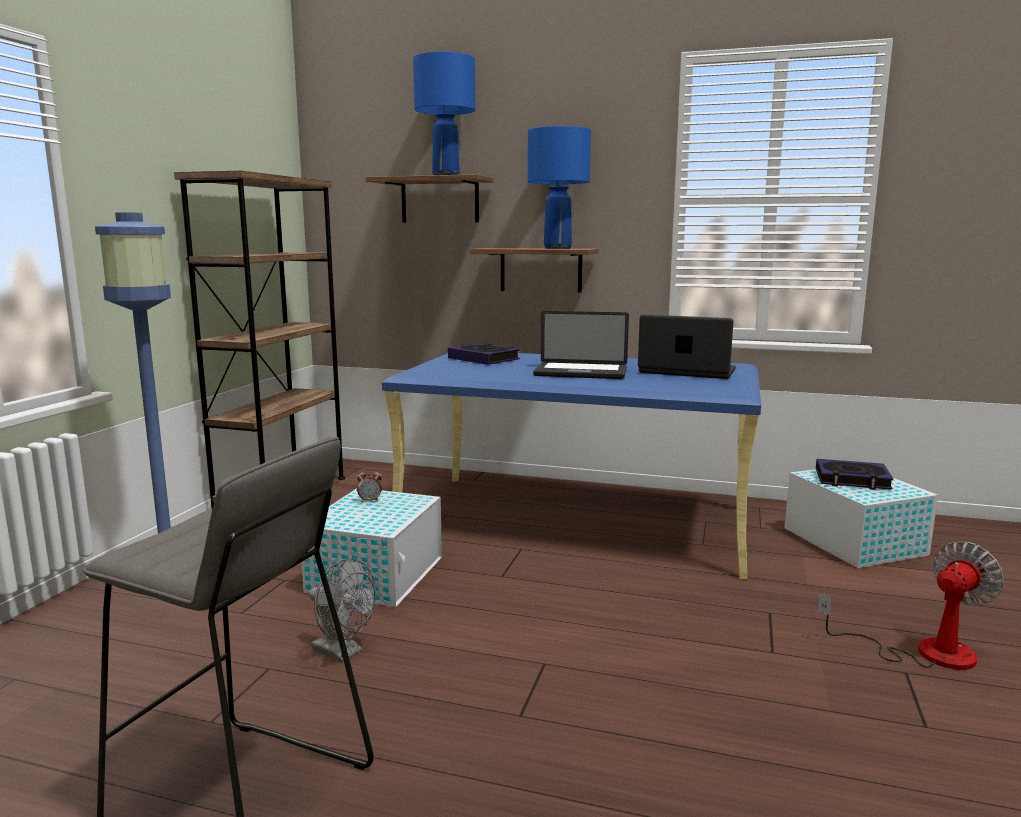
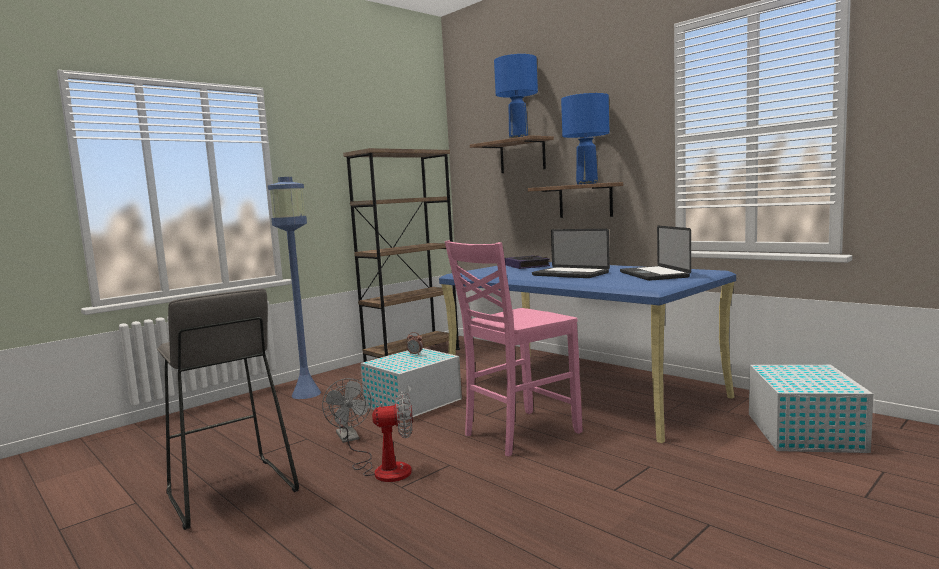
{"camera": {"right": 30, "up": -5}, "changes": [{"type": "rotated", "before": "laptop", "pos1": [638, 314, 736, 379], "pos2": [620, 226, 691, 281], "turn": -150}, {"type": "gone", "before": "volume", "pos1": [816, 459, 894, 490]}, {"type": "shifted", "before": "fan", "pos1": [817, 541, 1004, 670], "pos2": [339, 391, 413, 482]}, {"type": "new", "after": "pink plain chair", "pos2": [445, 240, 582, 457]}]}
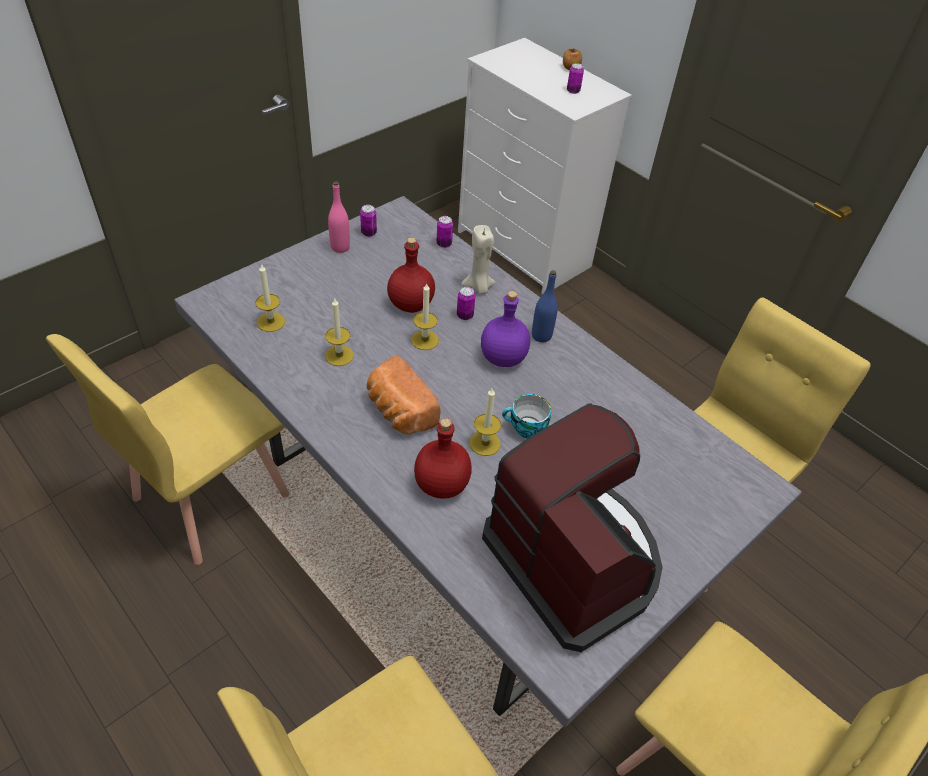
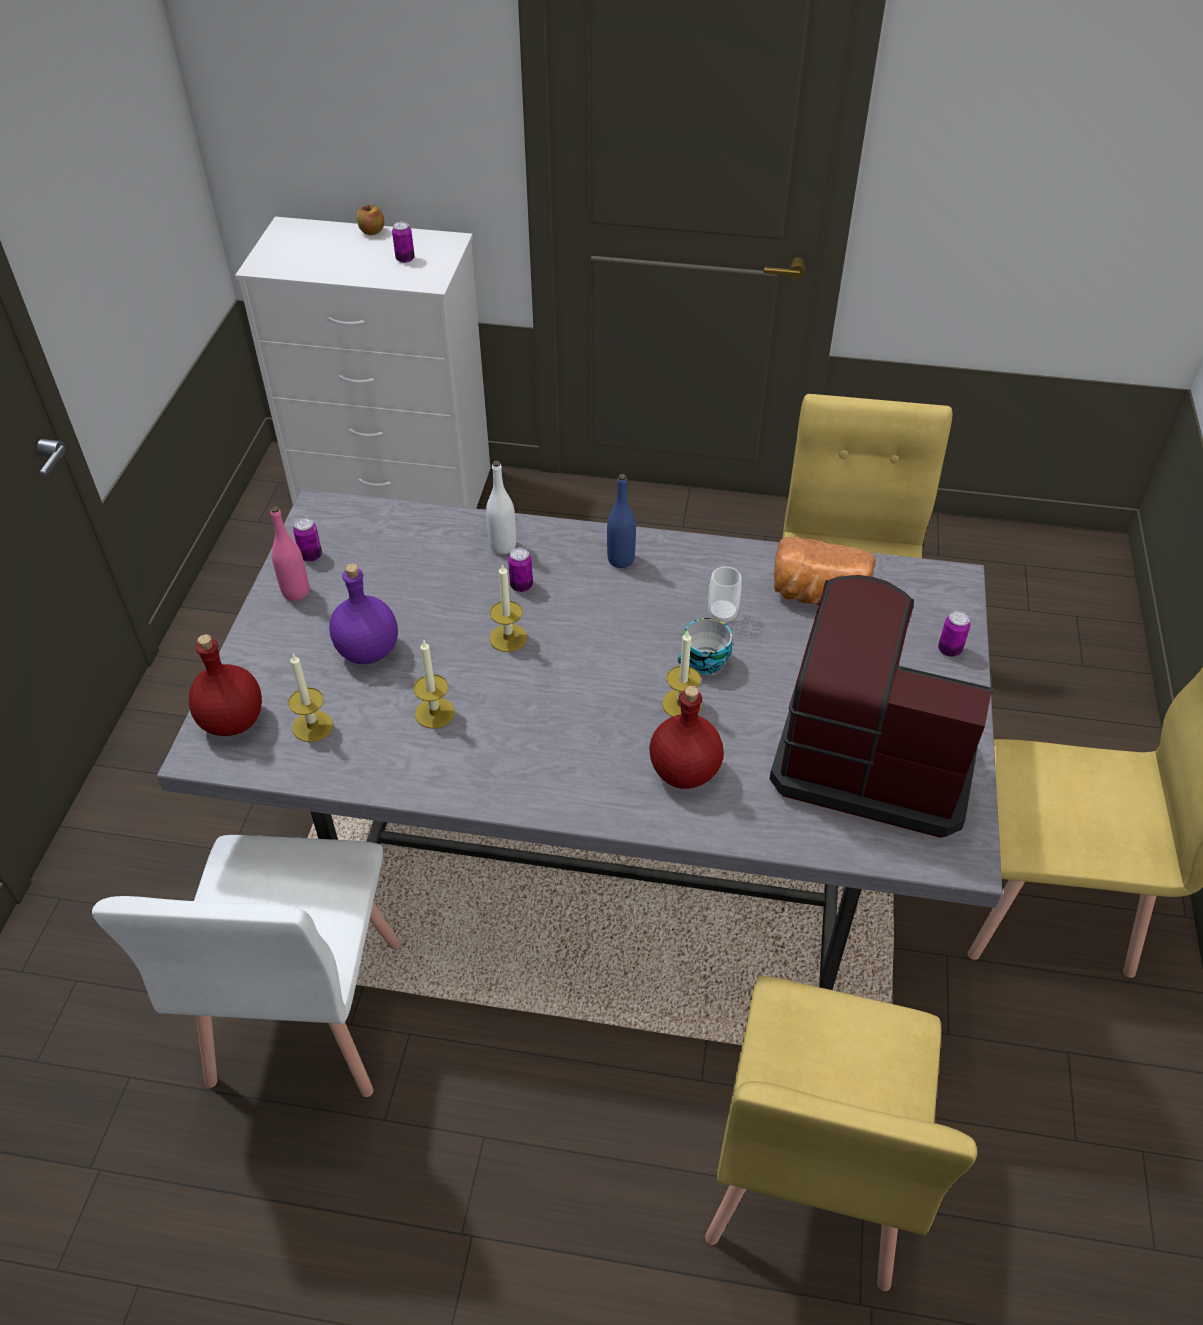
{"camera": {"right": -35, "up": 0}, "changes": [{"type": "repainted", "before": "yellow-coloured plain chair", "after": "white-coloured plain chair", "pos1": [46, 334, 290, 565], "pos2": [92, 835, 400, 1097]}, {"type": "shifted", "before": "baked bread", "pos1": [367, 356, 441, 434], "pos2": [774, 537, 876, 606]}, {"type": "shifted", "before": "red-coloured beverage bottle", "pos1": [387, 237, 435, 313], "pos2": [189, 634, 262, 736]}, {"type": "shifted", "before": "sealed can", "pos1": [436, 216, 453, 248], "pos2": [938, 611, 970, 657]}, {"type": "swapped", "before": "beige-coloured candle", "after": "white-coloured beverage bottle", "pos1": [461, 225, 496, 294], "pos2": [486, 461, 516, 554]}, {"type": "shifted", "before": "purple beverage bottle", "pos1": [481, 291, 530, 367], "pos2": [329, 563, 398, 664]}, {"type": "new", "after": "cup", "pos2": [708, 566, 741, 623]}]}
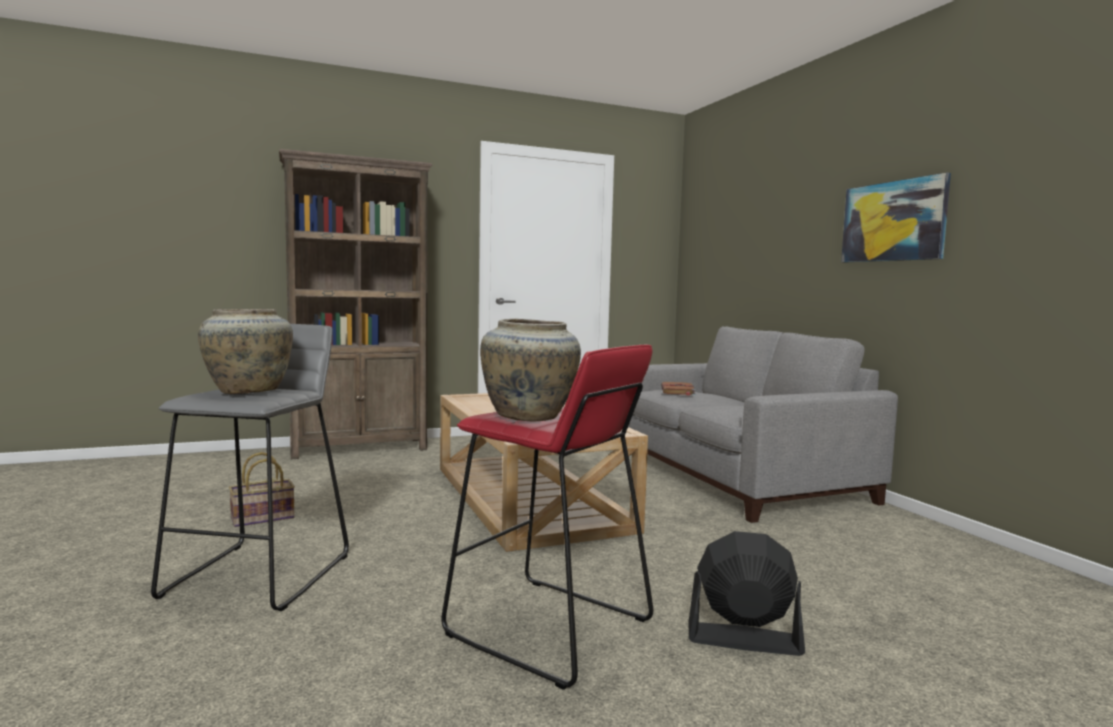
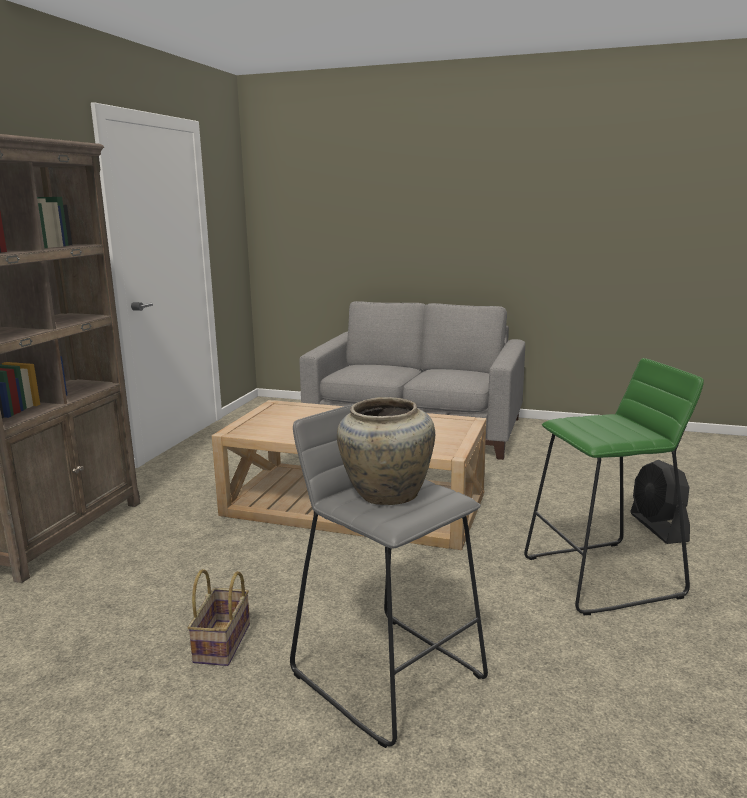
{"camera": {"right": -50, "up": 10}, "changes": [{"type": "repainted", "before": "red-coloured stool", "after": "greenish stool", "pos1": [441, 345, 653, 690], "pos2": [524, 358, 704, 615]}, {"type": "gone", "before": "beige-coloured decorative vase", "pos1": [480, 319, 581, 421]}, {"type": "gone", "before": "brown volume", "pos1": [661, 382, 696, 396]}, {"type": "rotated", "before": "black fan", "pos1": [689, 531, 805, 656], "pos2": [630, 460, 690, 544], "turn": -60}, {"type": "gone", "before": "picture", "pos1": [841, 173, 951, 262]}]}
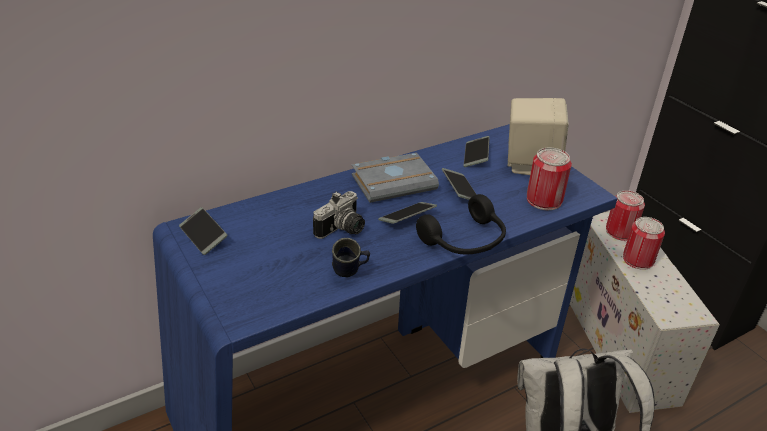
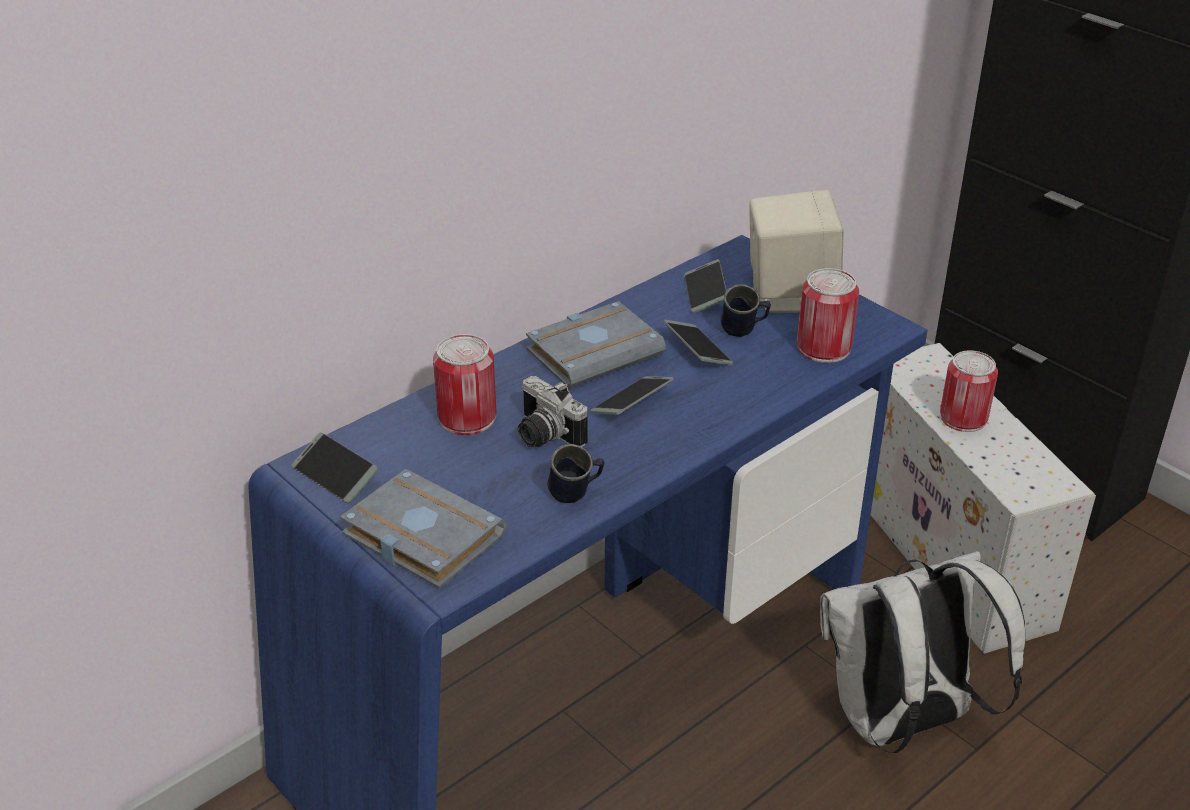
{"camera": {"right": -10, "up": 0}, "changes": [{"type": "rotated", "before": "photo camera", "pos1": [313, 191, 365, 239], "pos2": [518, 376, 588, 447], "turn": 105}, {"type": "gone", "before": "black pair of headphones", "pos1": [416, 194, 506, 255]}, {"type": "shifted", "before": "sealed can", "pos1": [606, 190, 645, 241], "pos2": [433, 334, 497, 435]}, {"type": "new", "after": "greyish volume", "pos2": [340, 469, 507, 589]}, {"type": "new", "after": "blue-coloured tea mug", "pos2": [721, 284, 771, 337]}]}
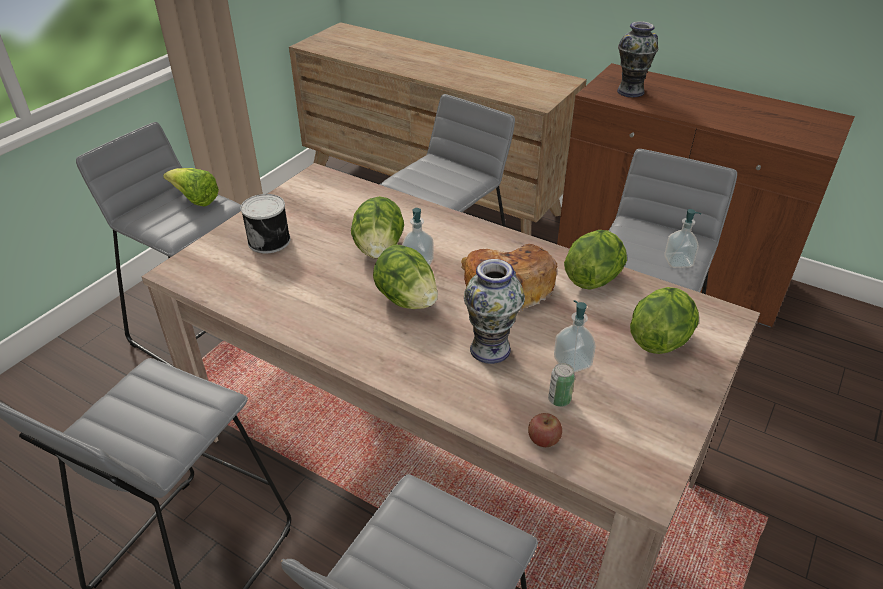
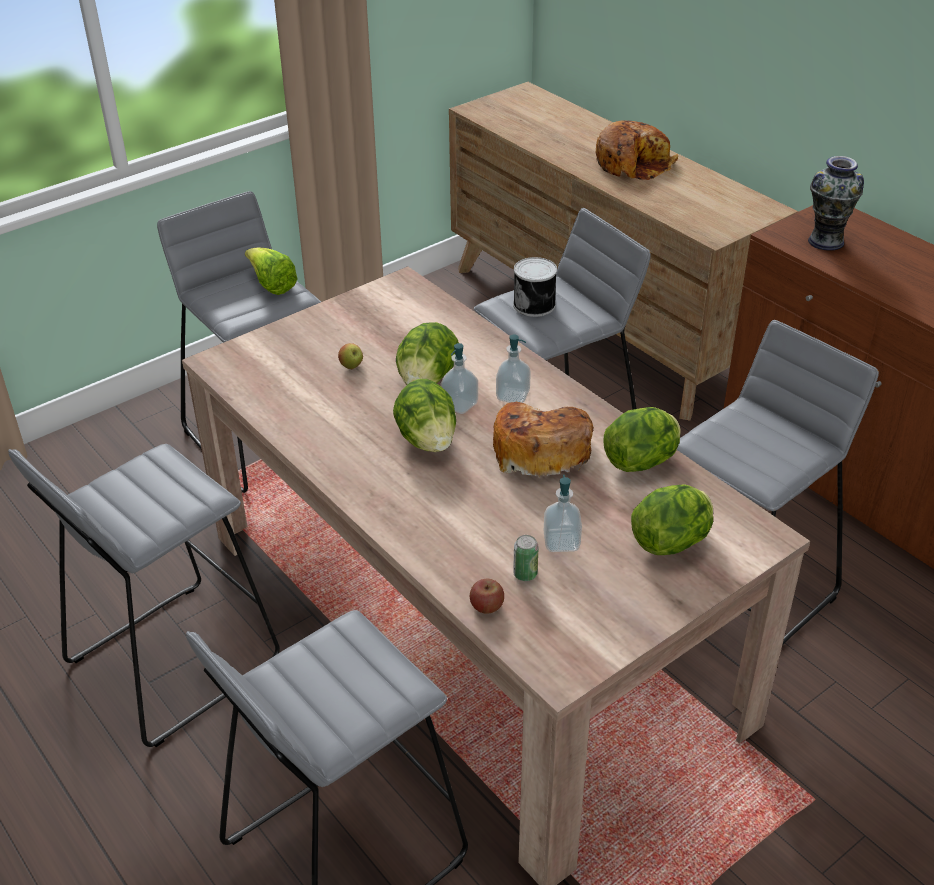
{"camera": {"right": 20, "up": 0}, "changes": [{"type": "shifted", "before": "sealed can", "pos1": [241, 194, 290, 253], "pos2": [513, 257, 557, 317]}, {"type": "gone", "before": "decorative vase", "pos1": [464, 259, 525, 364]}, {"type": "shifted", "before": "soap bottle", "pos1": [664, 209, 701, 268], "pos2": [496, 335, 531, 403]}, {"type": "new", "after": "apple fruit", "pos2": [338, 343, 363, 369]}, {"type": "new", "after": "baked bread", "pos2": [596, 120, 678, 180]}]}
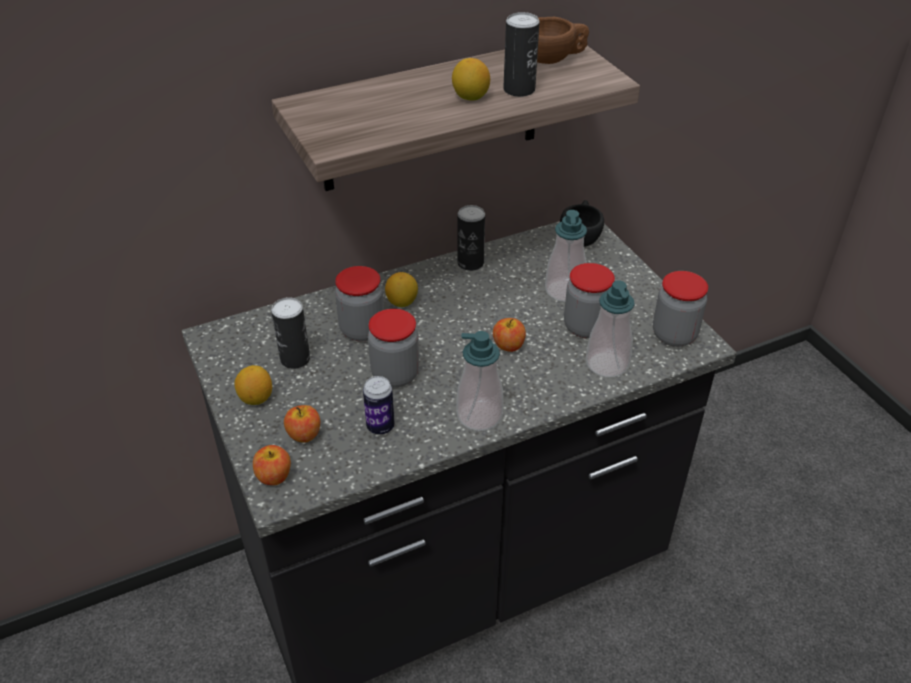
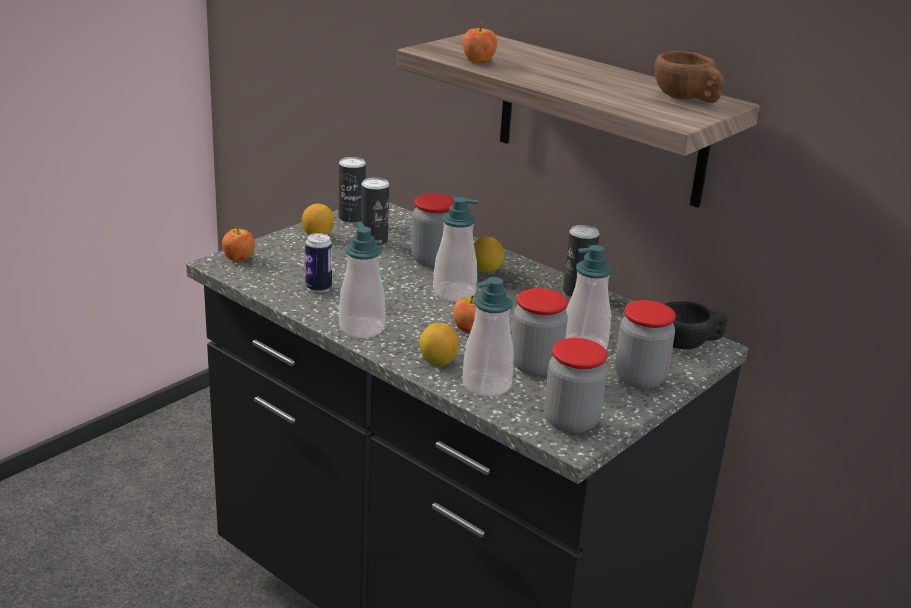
{"camera": {"right": 65, "up": -15}, "changes": [{"type": "shifted", "before": "apple fruit", "pos1": [284, 405, 320, 443], "pos2": [463, 22, 497, 63]}, {"type": "shifted", "before": "storage jar", "pos1": [368, 309, 419, 387], "pos2": [615, 300, 676, 389]}, {"type": "shifted", "before": "whole lemon", "pos1": [452, 58, 490, 100], "pos2": [420, 323, 459, 366]}, {"type": "shifted", "before": "sealed can", "pos1": [503, 12, 540, 97], "pos2": [339, 157, 366, 223]}, {"type": "new", "after": "soap bottle", "pos2": [433, 197, 478, 302]}]}
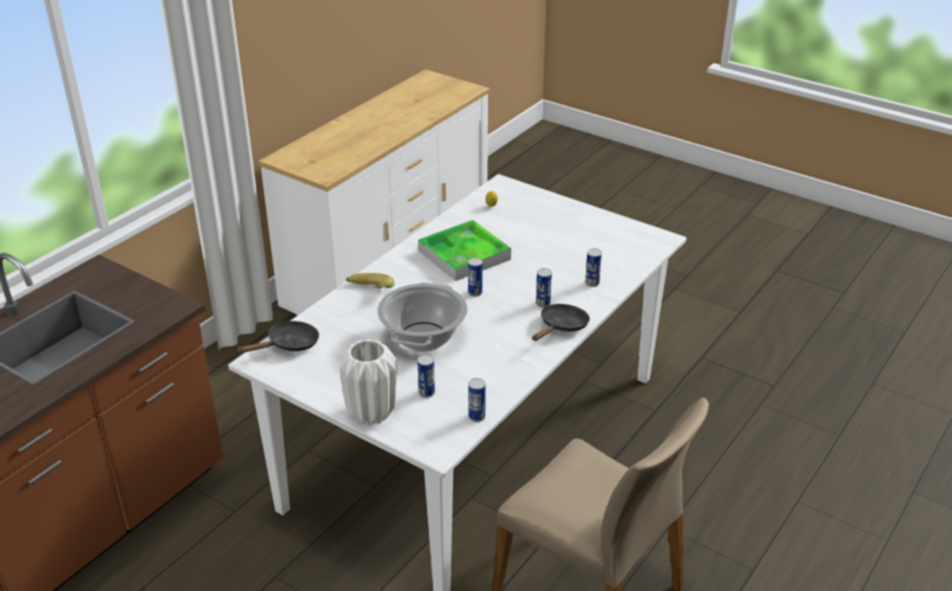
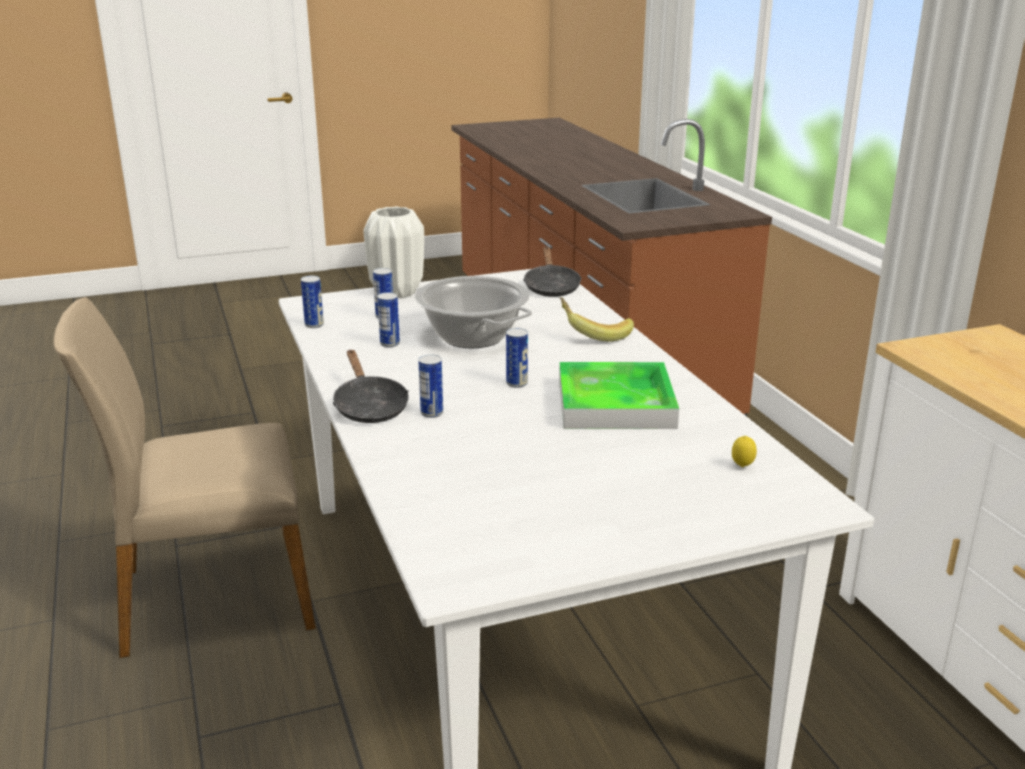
{"camera": {"right": 125, "up": -10}, "changes": [{"type": "shifted", "before": "sealed can", "pos1": [585, 249, 602, 287], "pos2": [377, 292, 400, 347]}]}
